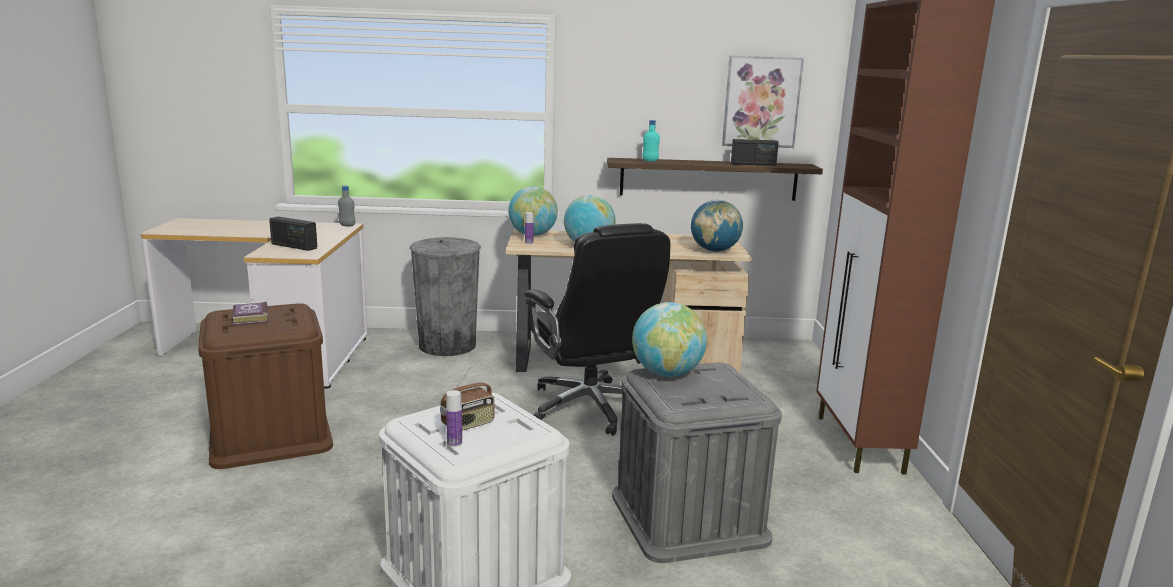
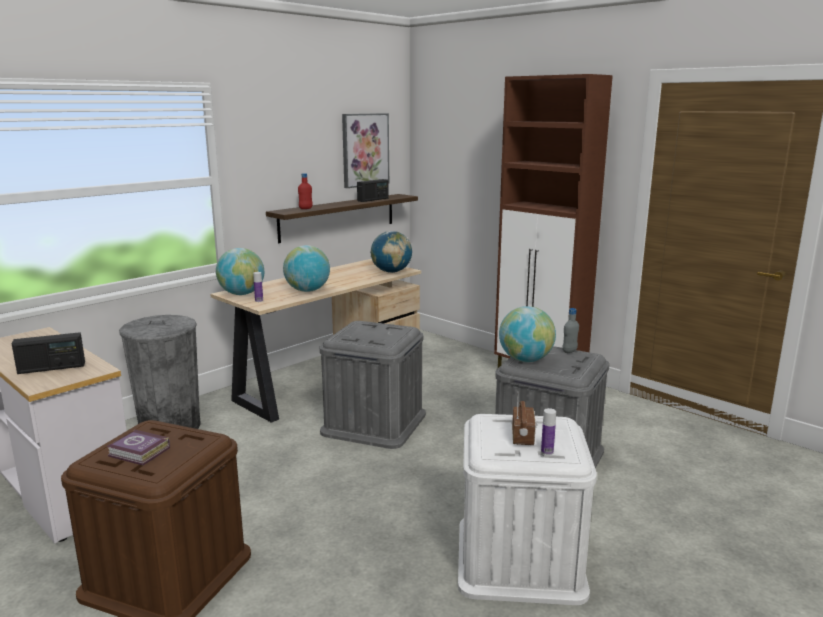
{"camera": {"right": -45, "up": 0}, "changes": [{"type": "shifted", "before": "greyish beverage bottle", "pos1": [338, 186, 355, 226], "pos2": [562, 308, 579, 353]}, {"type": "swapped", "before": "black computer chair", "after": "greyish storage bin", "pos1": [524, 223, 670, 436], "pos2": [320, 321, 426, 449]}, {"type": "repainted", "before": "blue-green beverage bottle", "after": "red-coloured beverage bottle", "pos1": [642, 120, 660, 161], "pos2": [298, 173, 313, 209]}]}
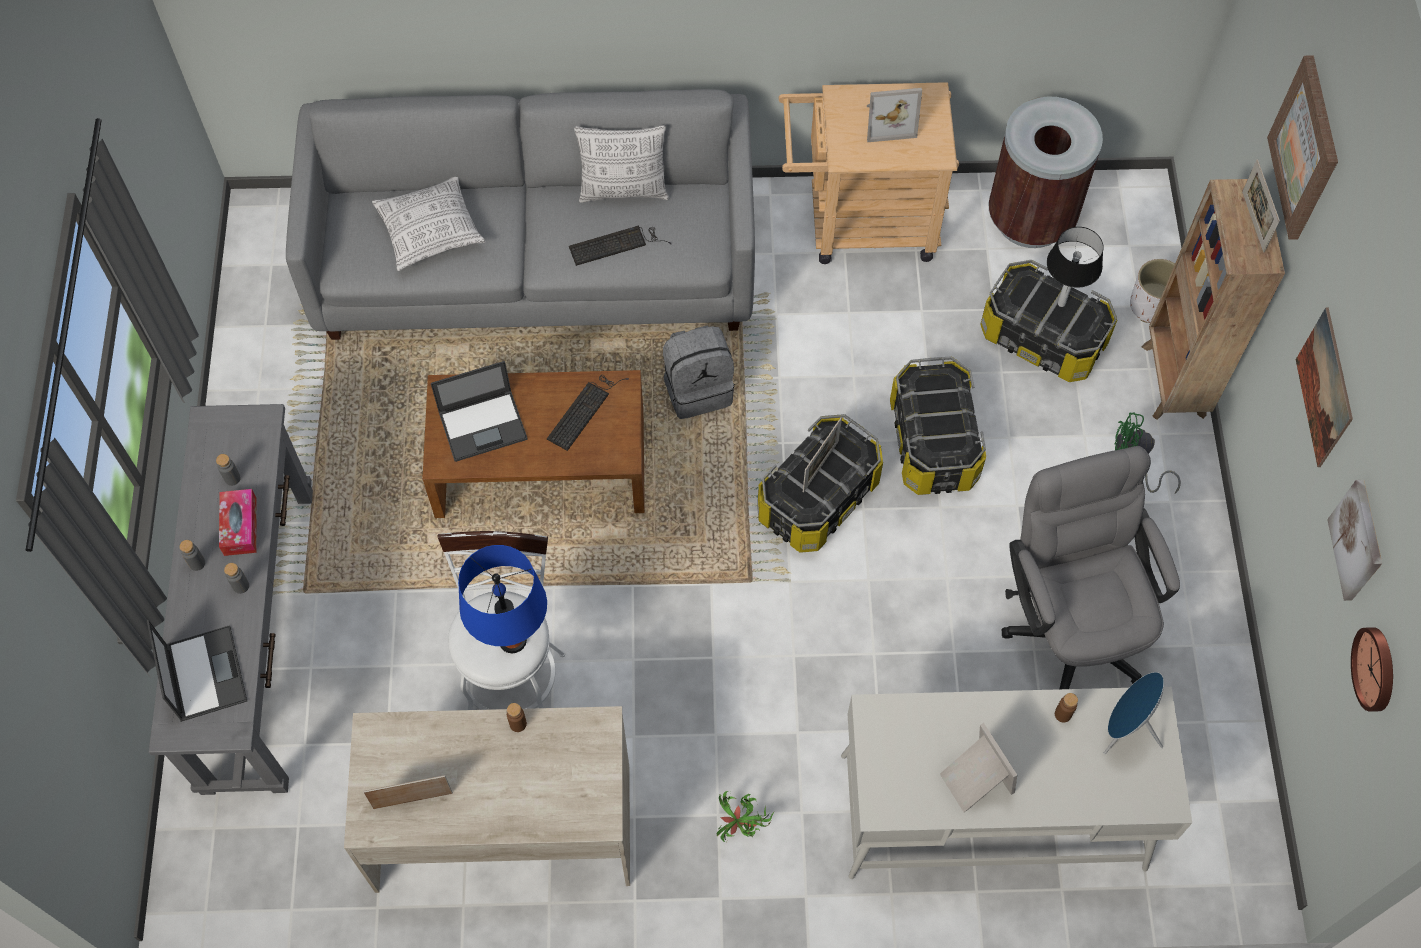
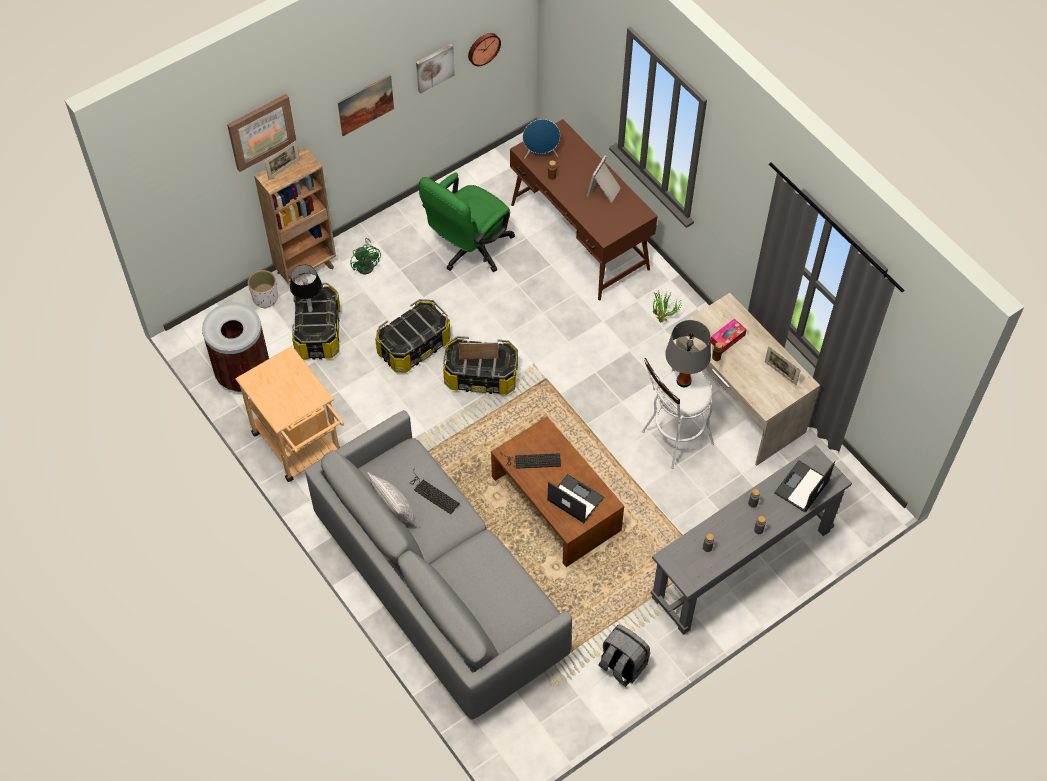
{"camera": {"right": -125, "up": -5}, "changes": [{"type": "shifted", "before": "tissue box", "pos1": [219, 489, 257, 556], "pos2": [711, 318, 747, 353]}, {"type": "gone", "before": "cushion", "pos1": [372, 177, 485, 271]}, {"type": "repainted", "before": "blue-coloured table lamp", "after": "greyish table lamp", "pos1": [458, 545, 547, 653], "pos2": [665, 320, 711, 387]}, {"type": "shifted", "before": "greyish knapsack", "pos1": [663, 326, 735, 419], "pos2": [598, 624, 650, 687]}, {"type": "repainted", "before": "white-coloured desk", "after": "brown desk", "pos1": [841, 687, 1192, 879], "pos2": [510, 119, 658, 300]}, {"type": "gone", "before": "standing frame", "pos1": [867, 88, 922, 142]}, {"type": "repainted", "before": "greyish computer chair", "after": "greenish computer chair", "pos1": [1002, 446, 1180, 689], "pos2": [419, 172, 515, 272]}]}
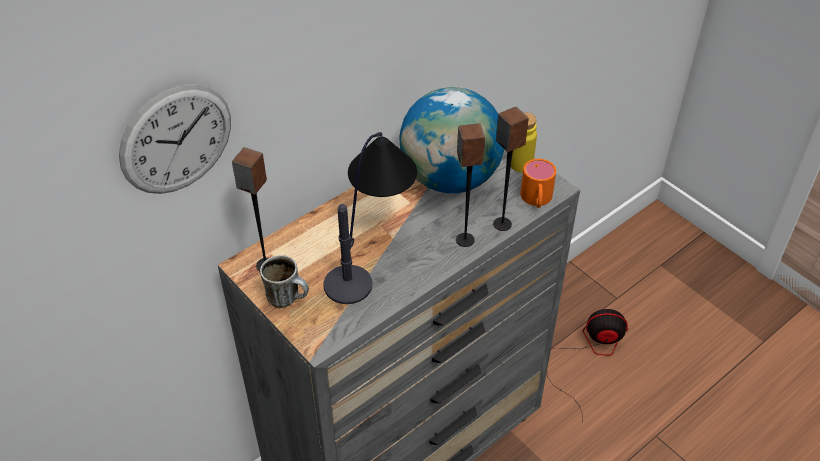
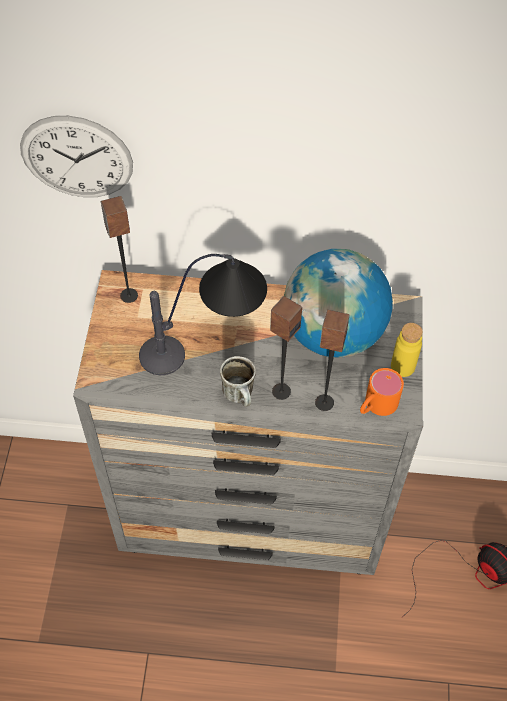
{"camera": {"right": 45, "up": 10}, "changes": [{"type": "shifted", "before": "tea mug", "pos1": [260, 255, 309, 308], "pos2": [220, 356, 256, 407]}]}
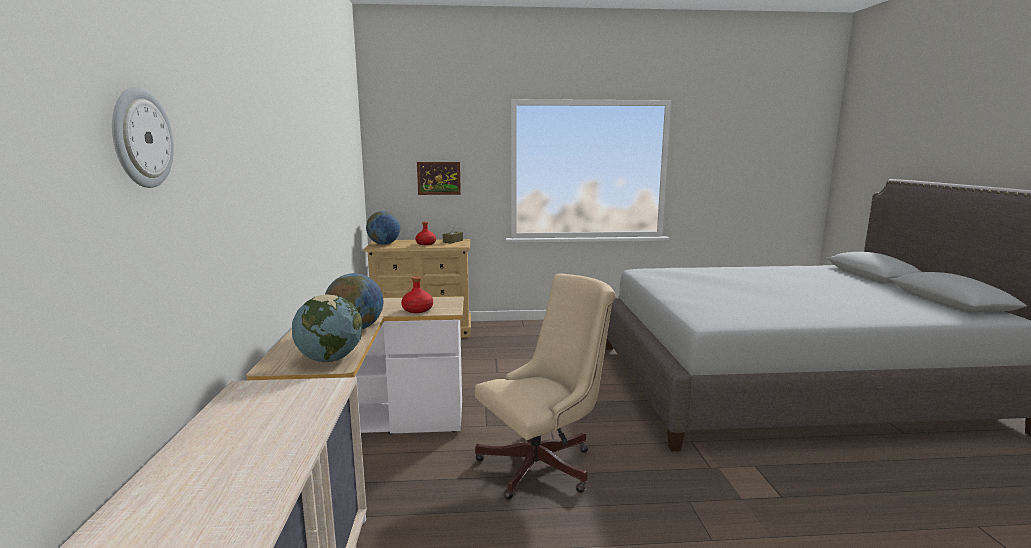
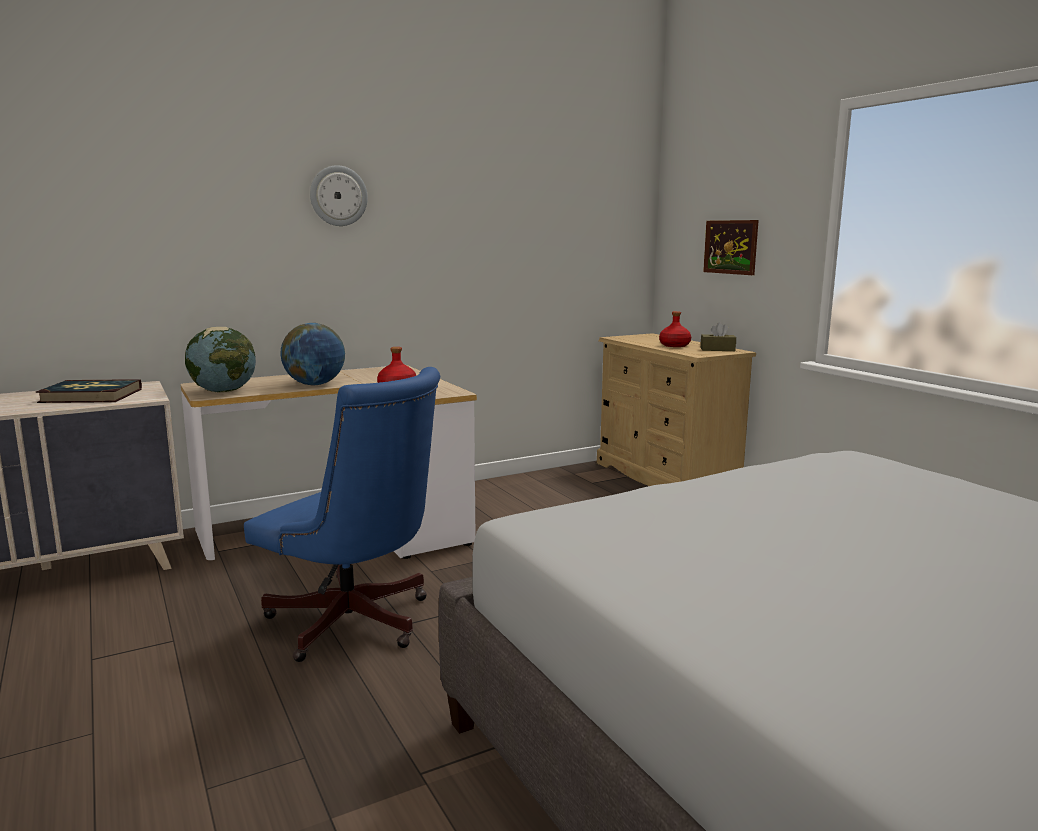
{"camera": {"right": 65, "up": 0}, "changes": [{"type": "shifted", "before": "wall clock", "pos1": [112, 87, 174, 188], "pos2": [310, 165, 368, 226]}, {"type": "gone", "before": "desk globe", "pos1": [366, 211, 400, 245]}, {"type": "repainted", "before": "beige-coloured computer chair", "after": "blue-coloured computer chair", "pos1": [475, 273, 616, 500], "pos2": [244, 367, 440, 662]}, {"type": "new", "after": "volume", "pos2": [36, 379, 142, 403]}]}
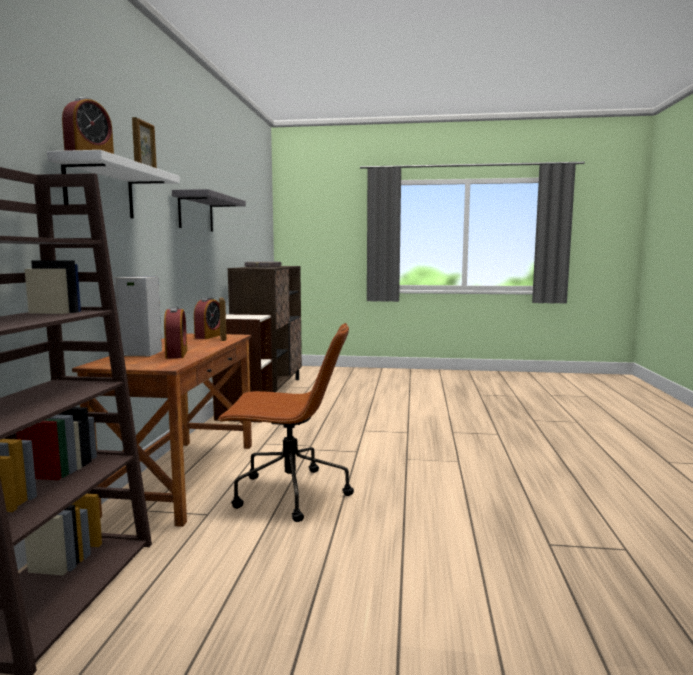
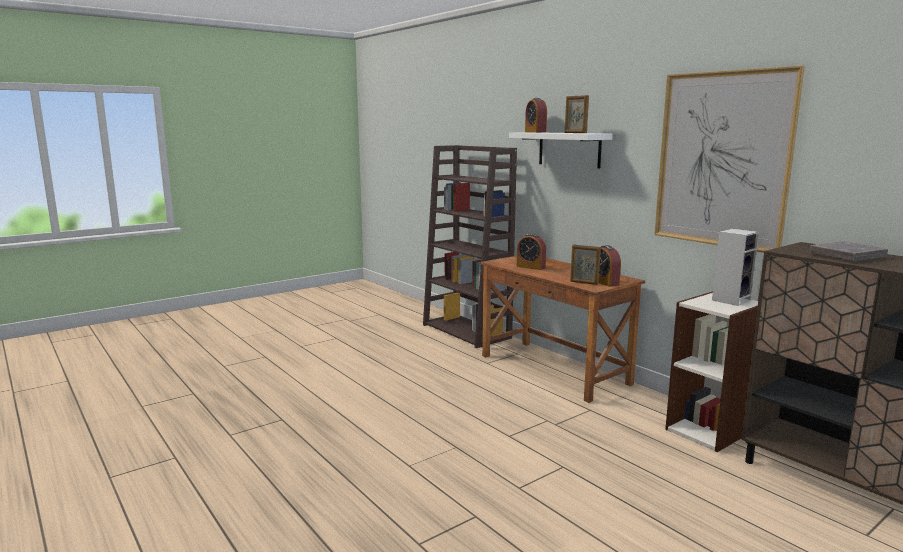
{"camera": {"right": 135, "up": 5}, "changes": [{"type": "shifted", "before": "speaker", "pos1": [114, 277, 162, 356], "pos2": [712, 229, 759, 306]}, {"type": "swapped", "before": "greyish shelf", "after": "picture", "pos1": [172, 189, 246, 232], "pos2": [654, 66, 805, 253]}, {"type": "gone", "before": "brown computer chair", "pos1": [217, 323, 354, 522]}]}
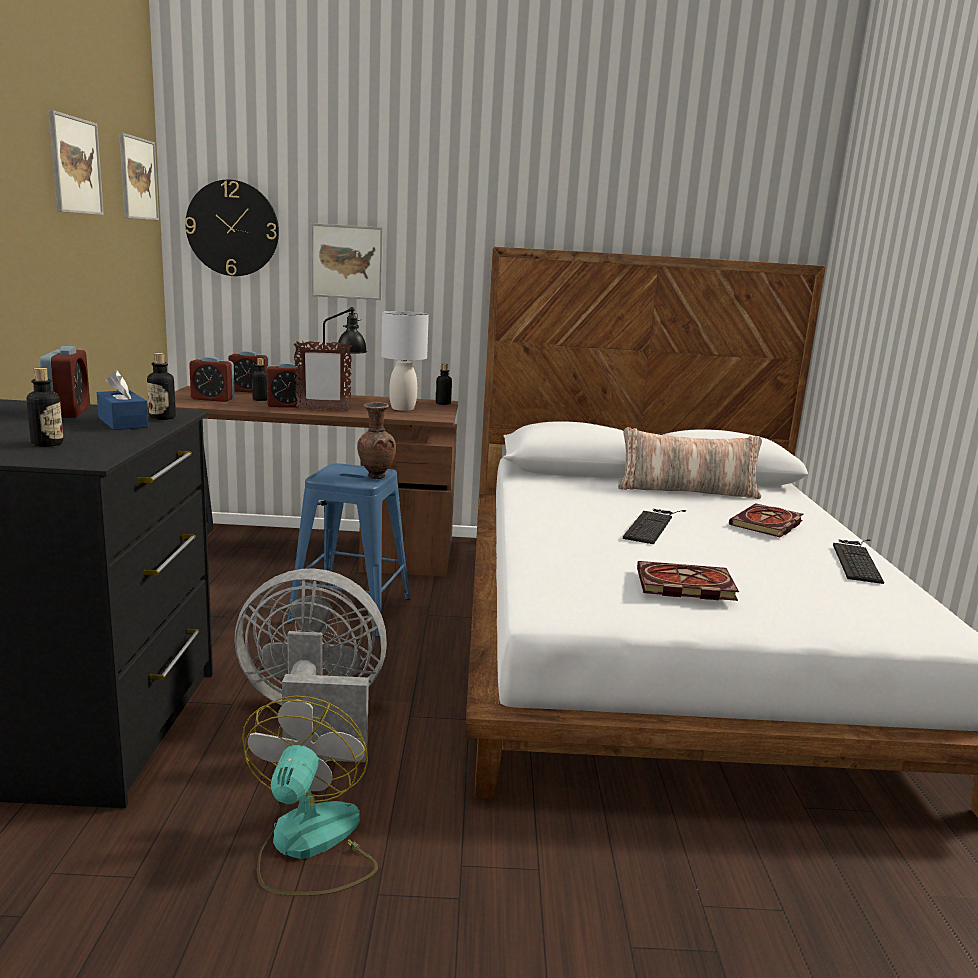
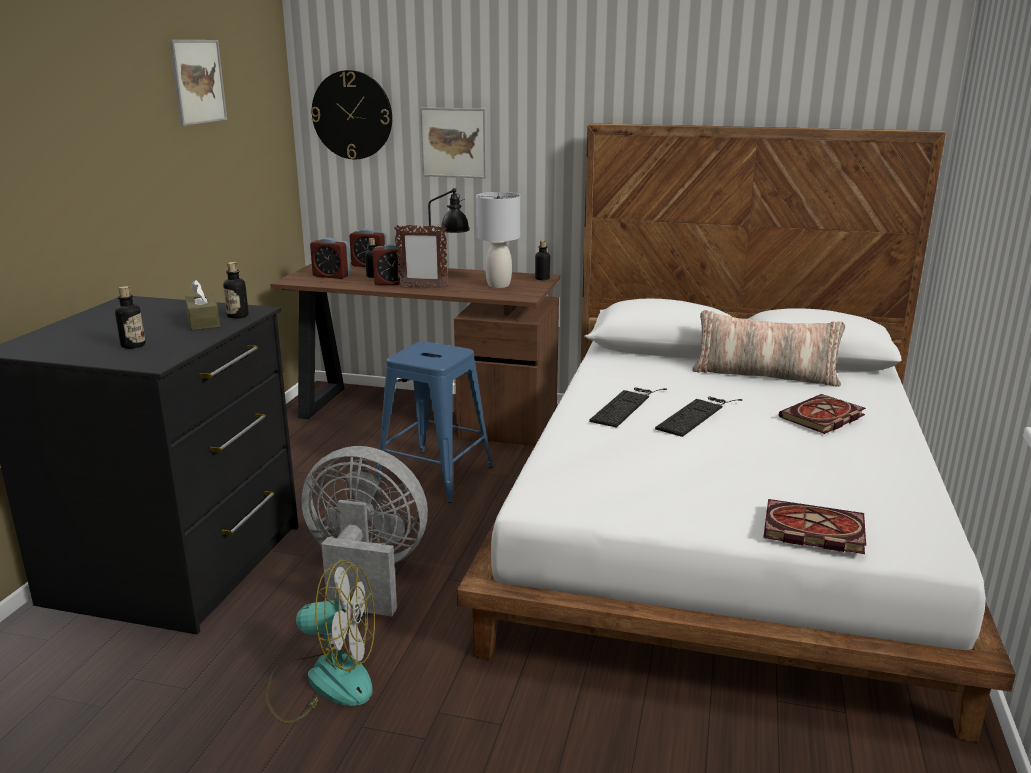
{"camera": {"right": 15, "up": 5}, "changes": [{"type": "gone", "before": "table clock", "pos1": [40, 346, 90, 418]}, {"type": "repainted", "before": "blue-coloured tissue box", "after": "brown tissue box", "pos1": [97, 370, 149, 430], "pos2": [185, 279, 220, 330]}, {"type": "gone", "before": "picture", "pos1": [119, 133, 159, 220]}, {"type": "rotated", "before": "fan", "pos1": [242, 696, 378, 896], "pos2": [266, 560, 375, 724], "turn": 75}, {"type": "gone", "before": "brown decorative vase", "pos1": [357, 403, 396, 479]}, {"type": "shifted", "before": "volume", "pos1": [637, 561, 739, 601], "pos2": [763, 499, 866, 554]}, {"type": "shifted", "before": "computer keyboard", "pos1": [833, 539, 884, 584], "pos2": [589, 387, 667, 428]}]}
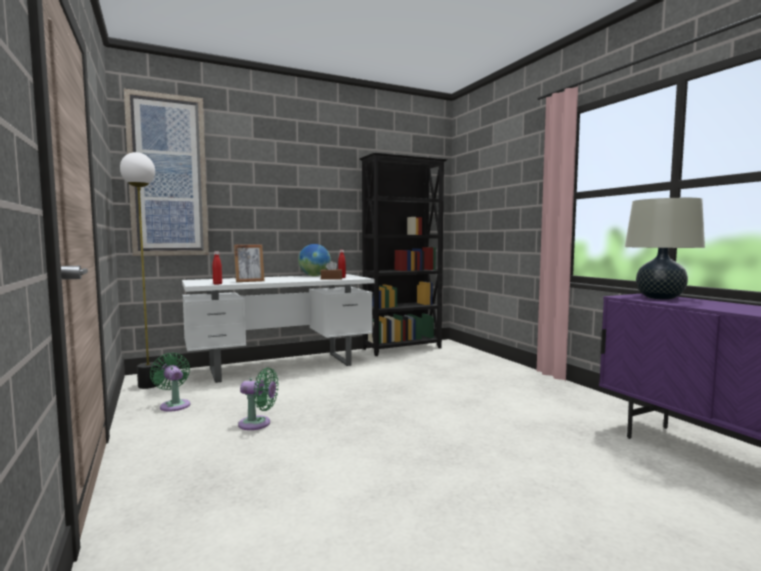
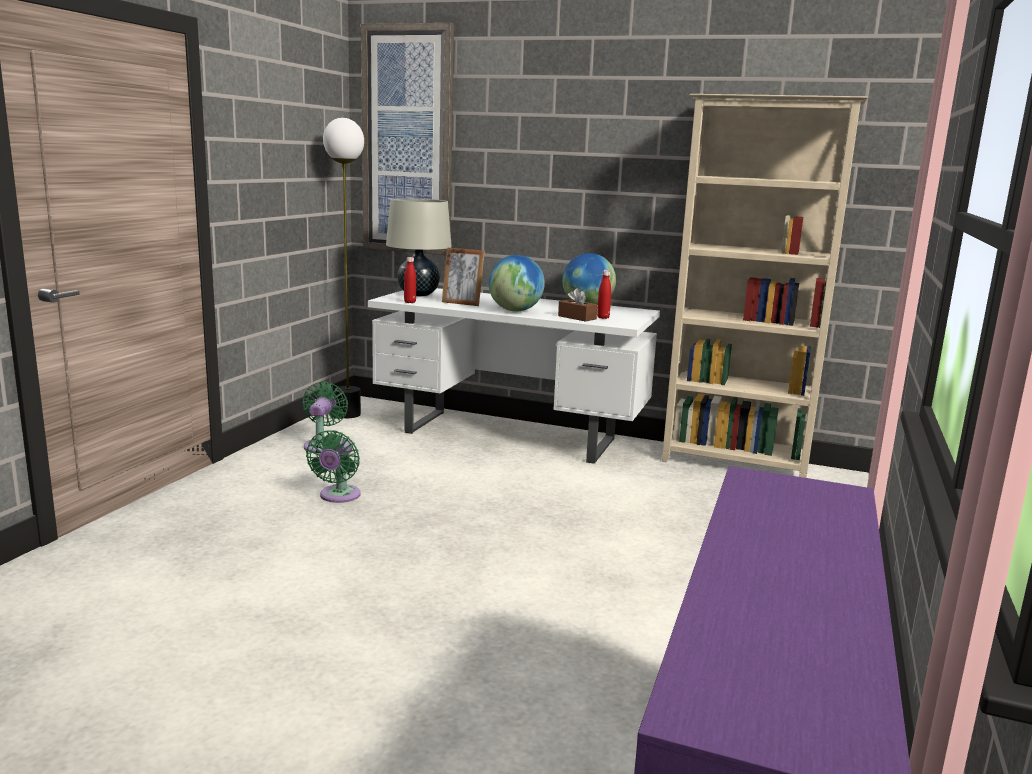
{"camera": {"right": 45, "up": 10}, "changes": [{"type": "rotated", "before": "greenish fan", "pos1": [238, 368, 279, 430], "pos2": [306, 430, 361, 503], "turn": 45}, {"type": "repainted", "before": "black shelving unit", "after": "beige-coloured shelving unit", "pos1": [359, 153, 448, 356], "pos2": [662, 94, 868, 478]}, {"type": "shifted", "before": "beige-coloured table lamp", "pos1": [625, 198, 705, 300], "pos2": [386, 198, 452, 296]}, {"type": "new", "after": "desk globe", "pos2": [489, 255, 545, 312]}]}
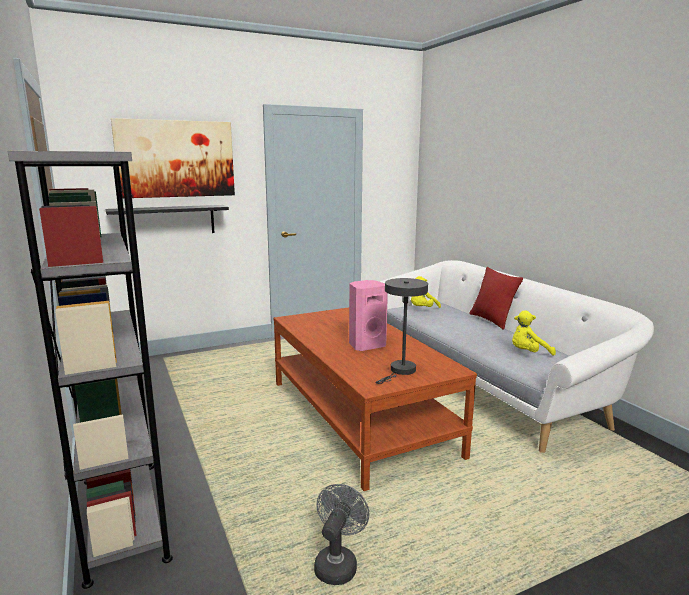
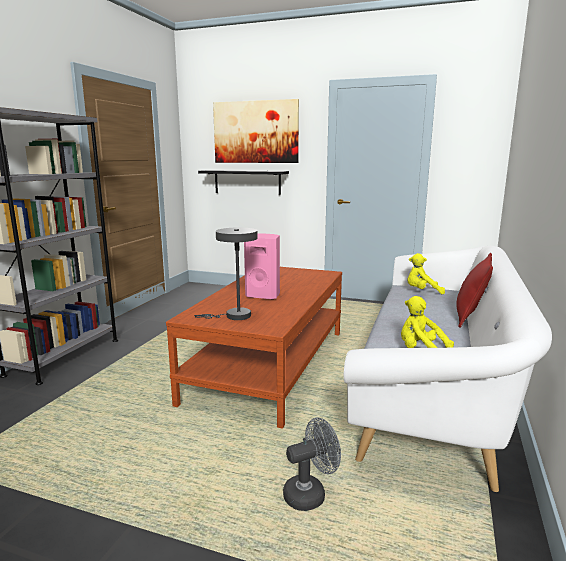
{"camera": {"right": 45, "up": 0}, "changes": [{"type": "shifted", "before": "greyish fan", "pos1": [314, 484, 369, 585], "pos2": [283, 418, 341, 511]}]}
